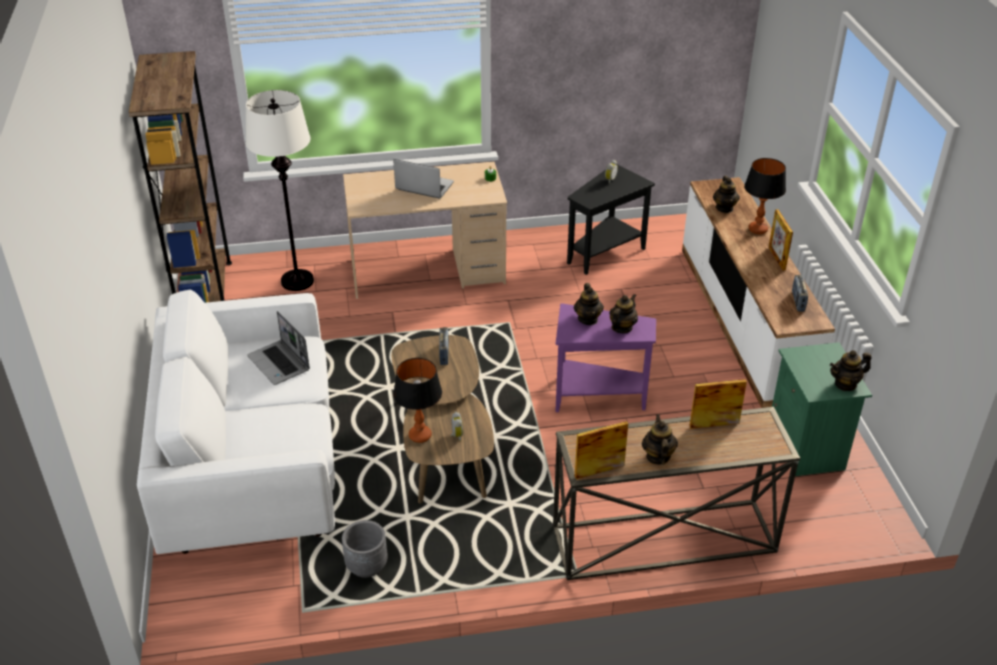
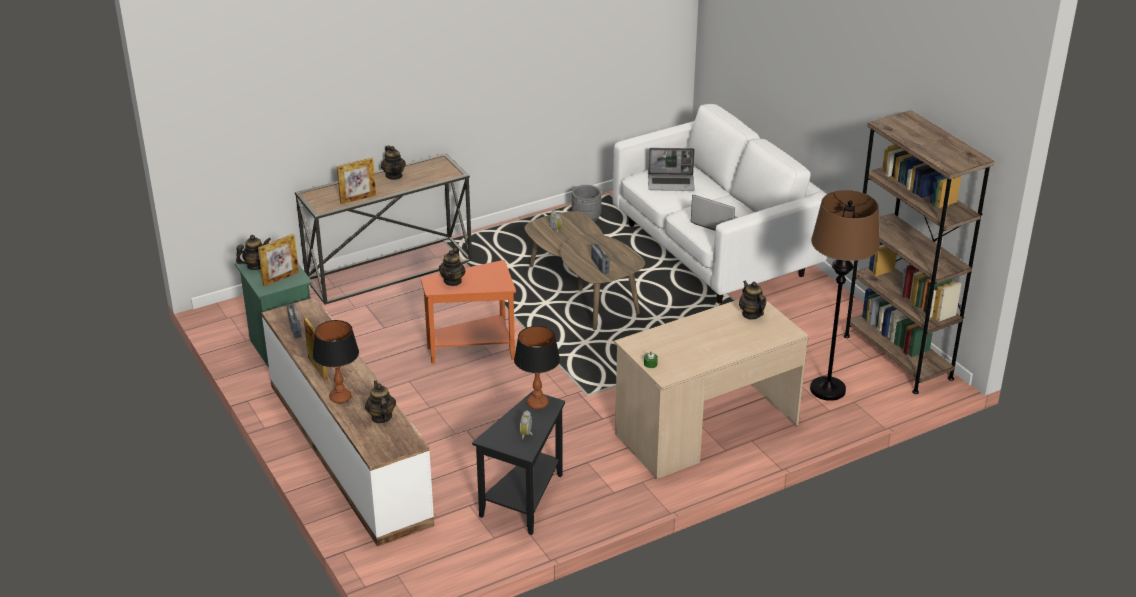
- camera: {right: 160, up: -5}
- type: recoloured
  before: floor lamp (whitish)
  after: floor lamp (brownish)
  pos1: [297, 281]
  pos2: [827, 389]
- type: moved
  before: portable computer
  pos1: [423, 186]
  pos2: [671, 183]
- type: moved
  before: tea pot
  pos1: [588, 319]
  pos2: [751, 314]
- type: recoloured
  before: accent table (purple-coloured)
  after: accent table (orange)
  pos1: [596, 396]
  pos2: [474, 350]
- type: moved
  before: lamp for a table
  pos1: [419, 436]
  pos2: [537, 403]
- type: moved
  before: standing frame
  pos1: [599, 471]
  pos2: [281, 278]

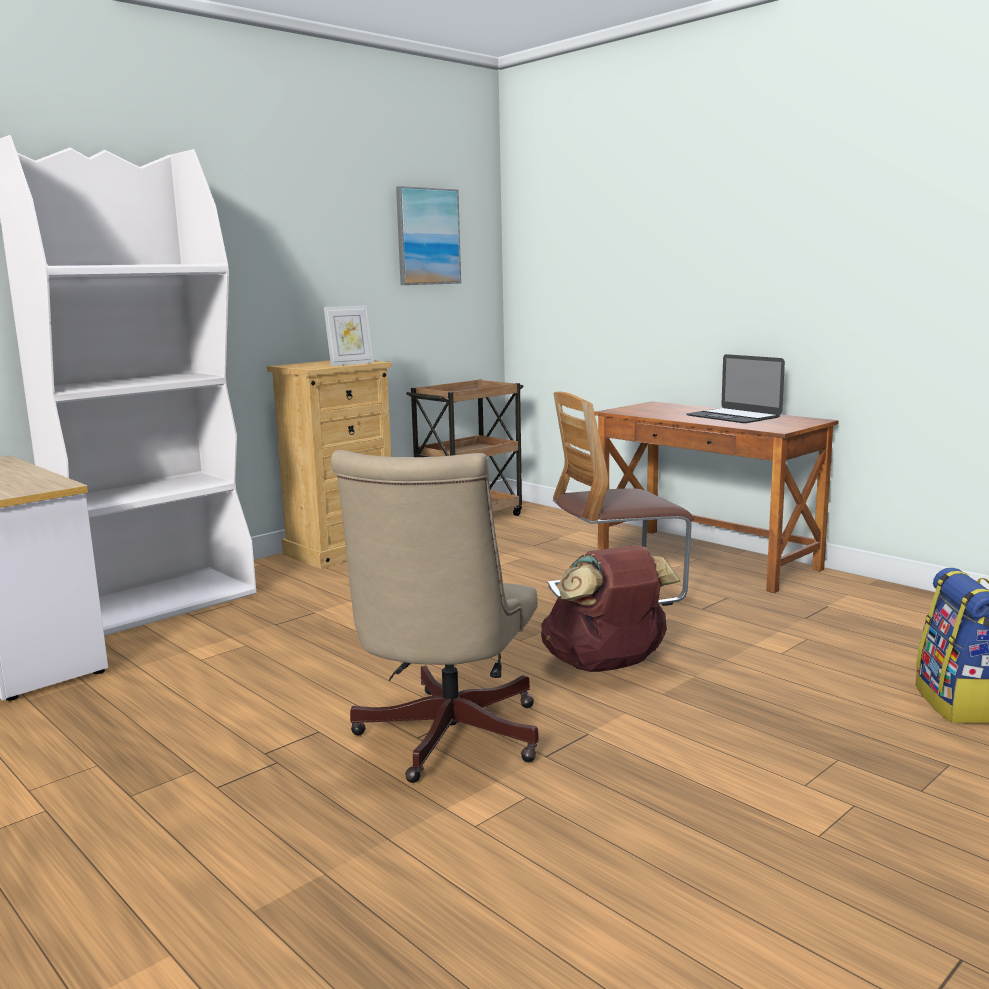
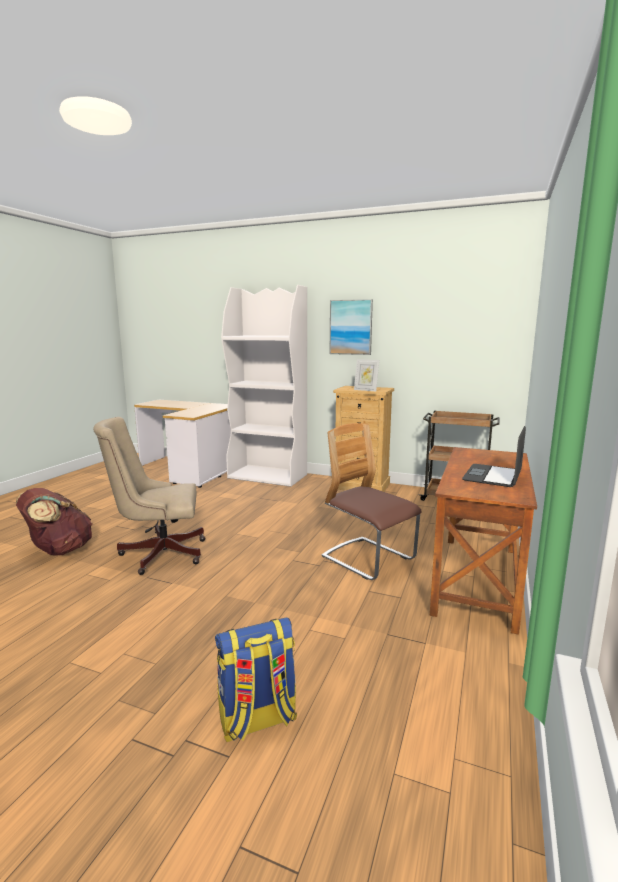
- camera: {right: 65, up: 0}
- type: moved
  before: wall art
  pos1: [427, 236]
  pos2: [351, 327]
- type: moved
  before: backpack (brownish)
  pos1: [606, 666]
  pos2: [59, 550]

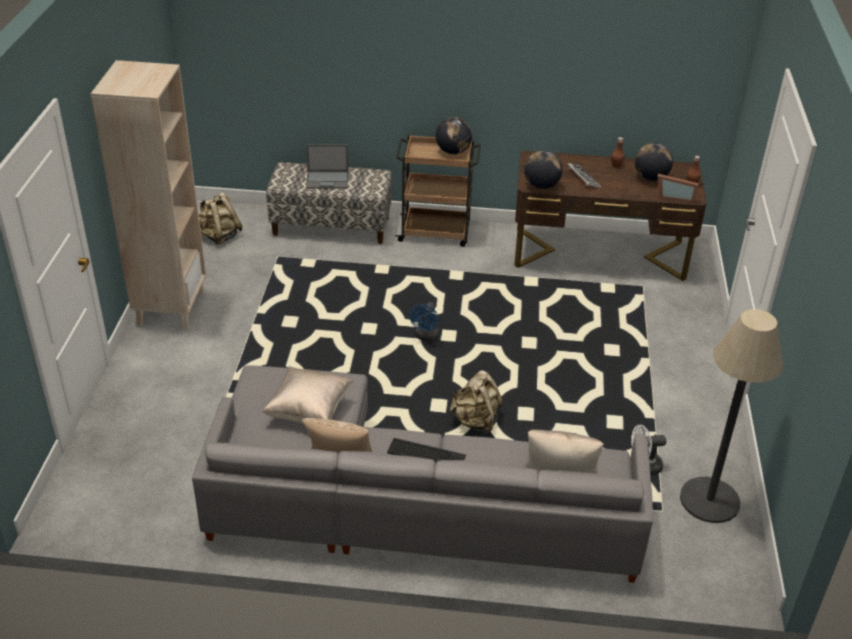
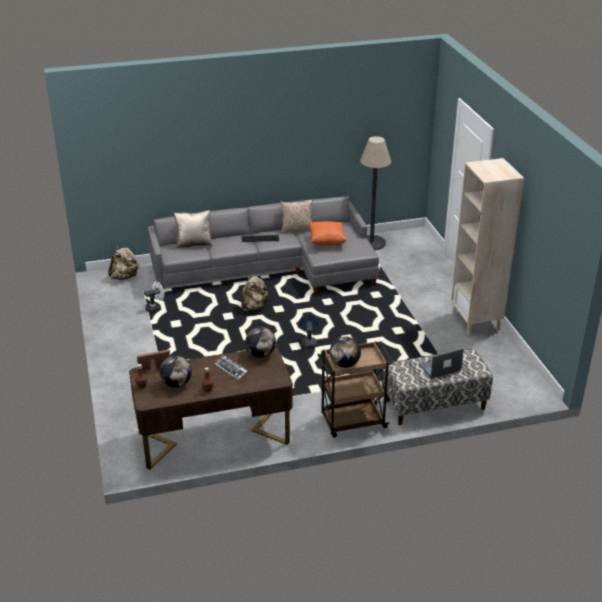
- camera: {right: 160, up: -5}
- type: moved
  before: backpack (sand-coloured)
  pos1: [219, 236]
  pos2: [125, 277]
- type: moved
  before: floor lamp
  pos1: [709, 500]
  pos2: [371, 243]
- type: recoloured
  before: cushion (sand-coloured)
  after: cushion (orange)
  pos1: [309, 411]
  pos2: [327, 241]

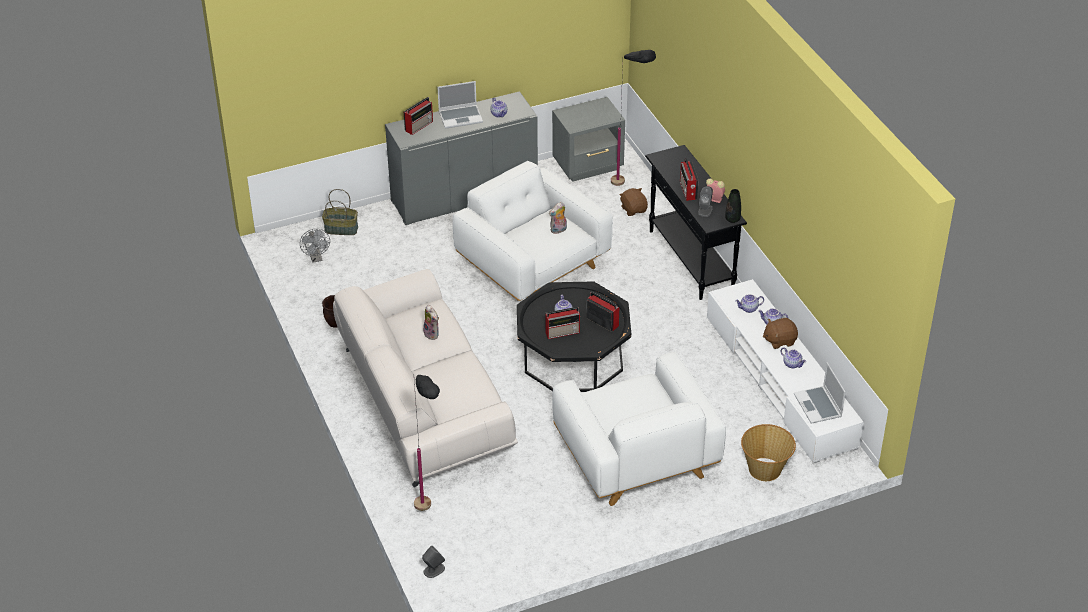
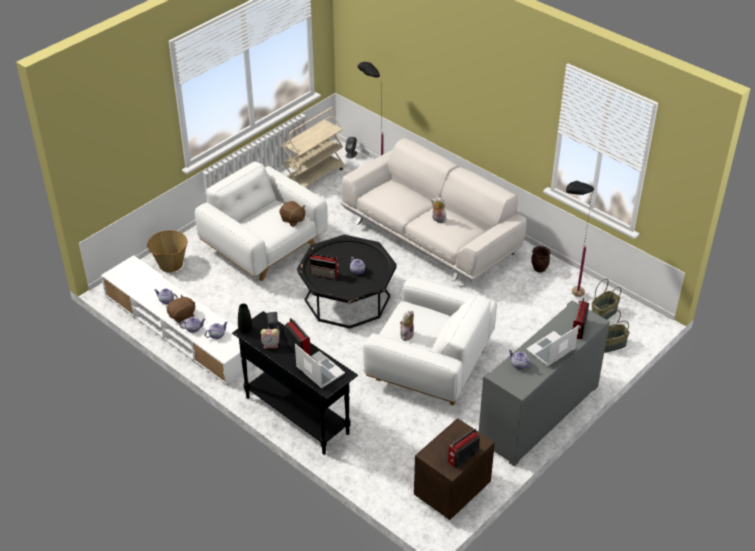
- camera: {right: 155, up: 0}
- type: moved
  before: floor lamp (blackish)
  pos1: [630, 185]
  pos2: [567, 298]
- type: recoloured
  before: bedside table (grey)
  after: bedside table (brownish)
  pos1: [589, 165]
  pos2: [450, 492]
- type: moved
  before: cuddly toy (brownish)
  pos1: [633, 209]
  pos2: [293, 220]
- type: replaced
  before: fan (grey)
  after: household basket
  pos1: [316, 258]
  pos2: [604, 313]
- type: moved
  before: radio receiver
  pos1: [563, 332]
  pos2: [462, 457]
- type: moved
  before: portable computer
  pos1: [818, 406]
  pos2: [319, 370]
- type: added
  after: cart (sand-coloured)
  pos2: [313, 176]

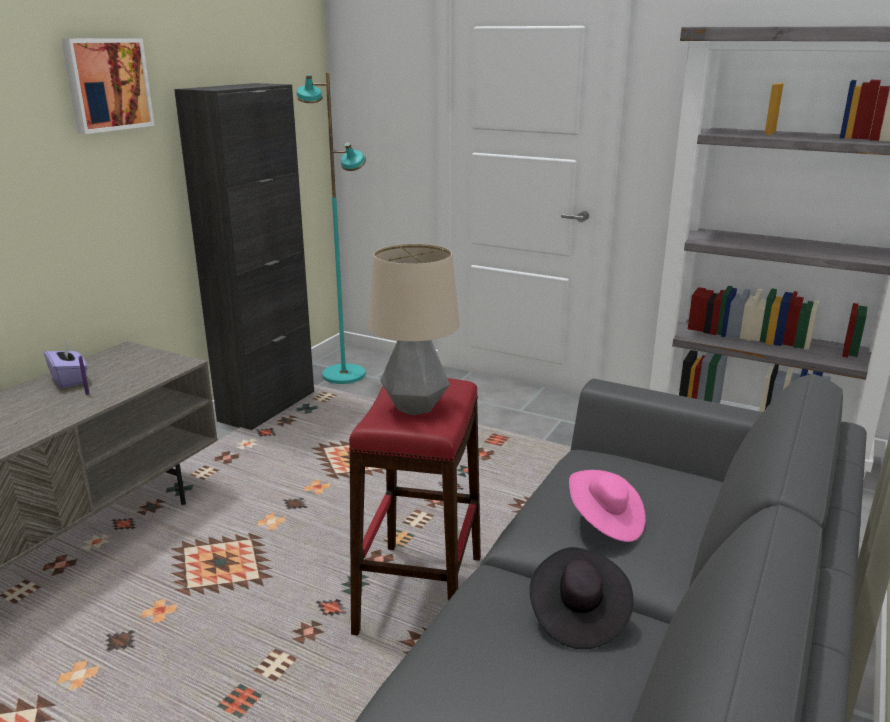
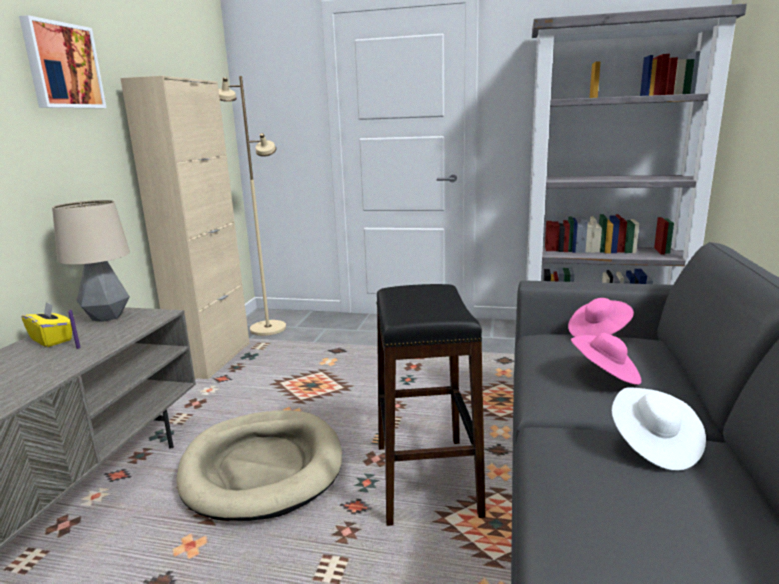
- camera: {right: -15, up: -5}
- type: recoloured
  before: floor lamp (turquoise-coloured)
  after: floor lamp (sand-coloured)
  pos1: [343, 374]
  pos2: [268, 328]
- type: recoloured
  before: storage cabinet (blackish)
  after: storage cabinet (sand-coloured)
  pos1: [267, 406]
  pos2: [213, 360]
- type: moved
  before: lamp for a table
  pos1: [415, 407]
  pos2: [107, 317]
- type: recoloured
  before: box of tissues (purple-coloured)
  after: box of tissues (yellow-coloured)
  pos1: [69, 379]
  pos2: [52, 339]
- type: recoloured
  before: stool (red)
  after: stool (blackish)
  pos1: [420, 593]
  pos2: [426, 479]
- type: recoloured
  before: hat (blackish)
  after: hat (whitish)
  pos1: [577, 616]
  pos2: [653, 445]
- type: added
  after: hat (pinkish)
  pos2: [598, 333]
- type: added
  after: pet bed (sand-coloured)
  pos2: [263, 467]

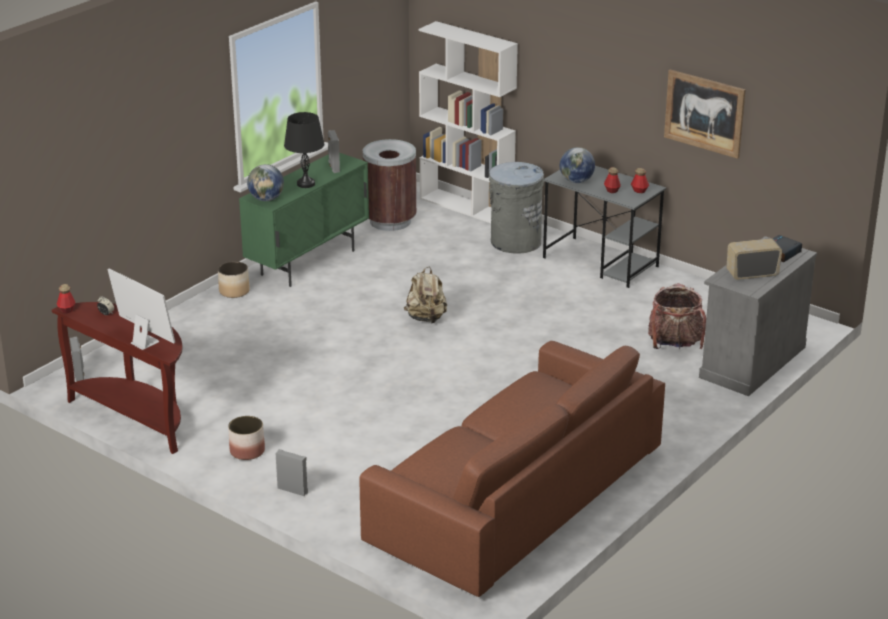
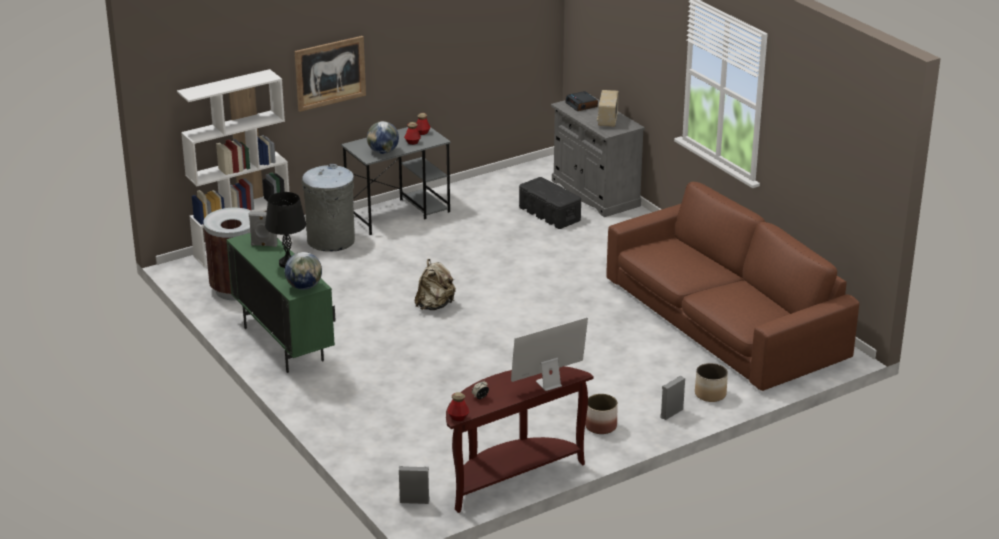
- camera: {right: -70, up: 0}
- type: moved
  before: wall art
  pos1: [704, 113]
  pos2: [330, 73]
- type: moved
  before: planter
  pos1: [234, 291]
  pos2: [710, 394]
- type: replaced
  before: backpack
  after: storage bin (blackish)
  pos1: [675, 343]
  pos2: [550, 214]

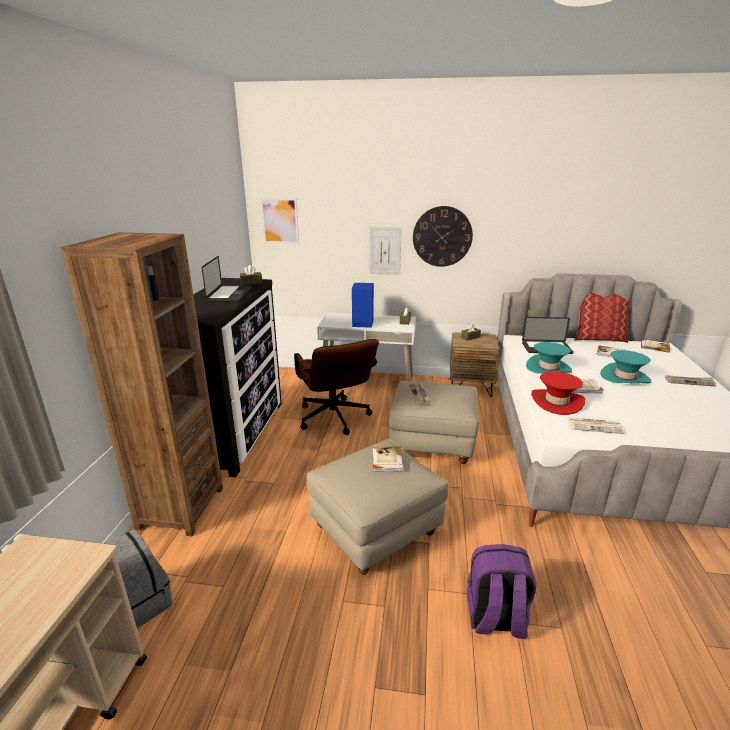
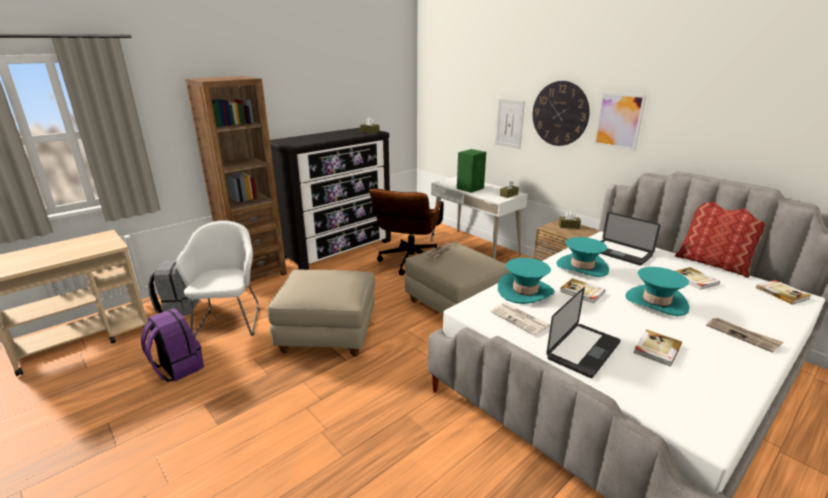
- camera: {right: 40, up: 0}
- type: moved
  before: wall art
  pos1: [280, 221]
  pos2: [618, 121]
- type: moved
  before: portable computer
  pos1: [229, 295]
  pos2: [583, 350]
- type: recoloured
  before: loudspeaker (blue-coloured)
  after: loudspeaker (green)
  pos1: [363, 323]
  pos2: [470, 188]
- type: recoloured
  before: hat (red)
  after: hat (turquoise-coloured)
  pos1: [556, 402]
  pos2: [525, 291]
- type: moved
  before: bound book
  pos1: [386, 460]
  pos2: [656, 349]
- type: moved
  before: backpack (purple-coloured)
  pos1: [495, 618]
  pos2: [177, 368]
- type: added
  after: lounge chair (whitish)
  pos2: [229, 321]

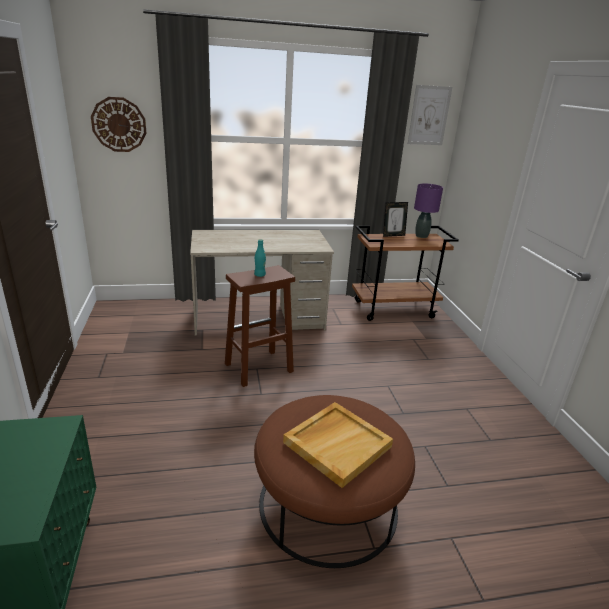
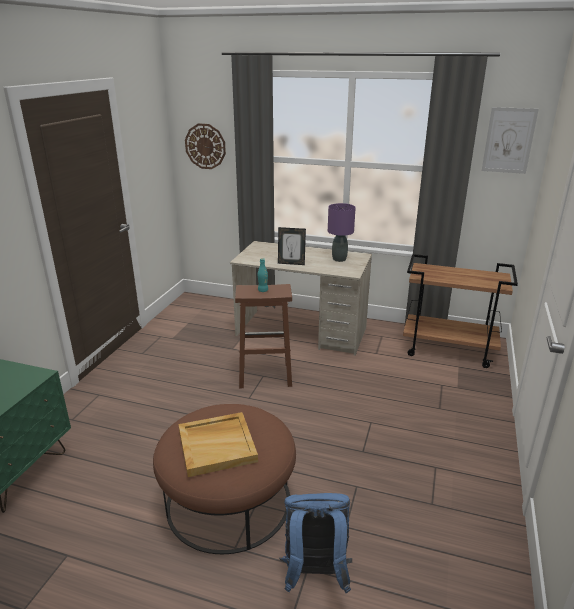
- camera: {right: 30, up: 0}
- type: moved
  before: lamp for a table (purple-coloured)
  pos1: [421, 236]
  pos2: [339, 259]
- type: moved
  before: standing frame
  pos1: [393, 235]
  pos2: [291, 263]
- type: added
  after: backpack (blue-coloured)
  pos2: [314, 574]

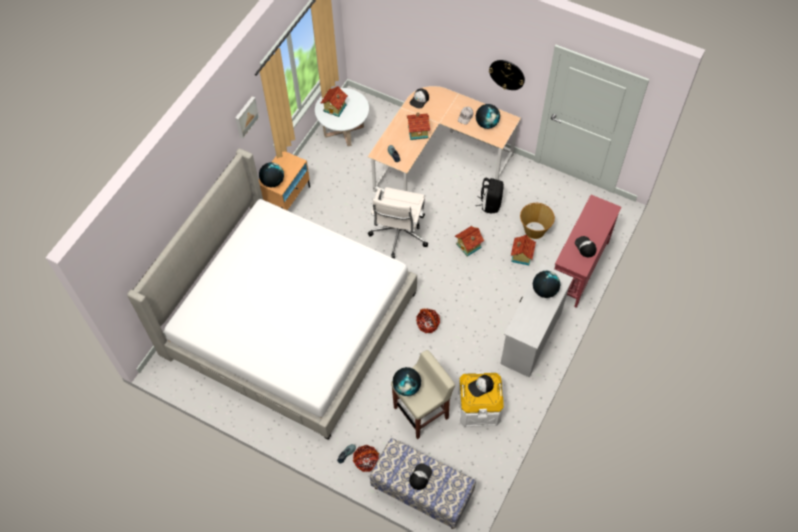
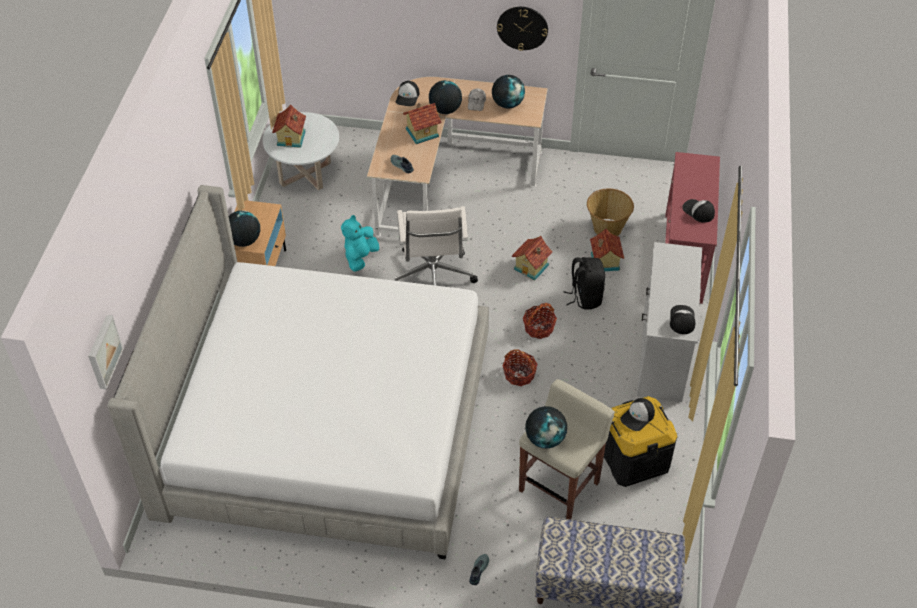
- camera: {right: -20, up: -10}
- type: moved
  before: wall art
  pos1: [245, 116]
  pos2: [103, 351]
- type: moved
  before: backpack (blackish)
  pos1: [490, 204]
  pos2: [585, 297]
- type: moved
  before: world globe
  pos1: [544, 290]
  pos2: [445, 110]
- type: recoloured
  before: storage bin (whitish)
  after: storage bin (blackish)
  pos1: [479, 407]
  pos2: [633, 457]
- type: moved
  before: household basket
  pos1: [366, 461]
  pos2: [539, 328]
- type: moved
  before: baseball cap
  pos1: [420, 476]
  pos2: [682, 320]
- type: added
  after: cuddly toy (turquoise-coloured)
  pos2: [360, 257]

